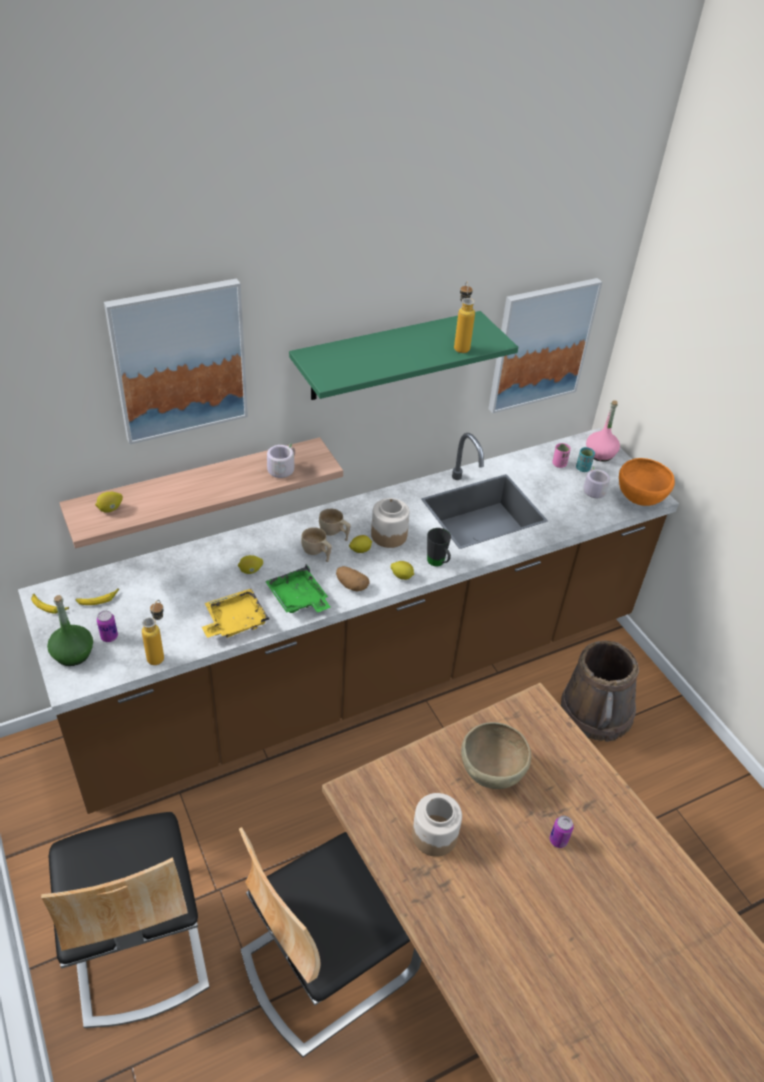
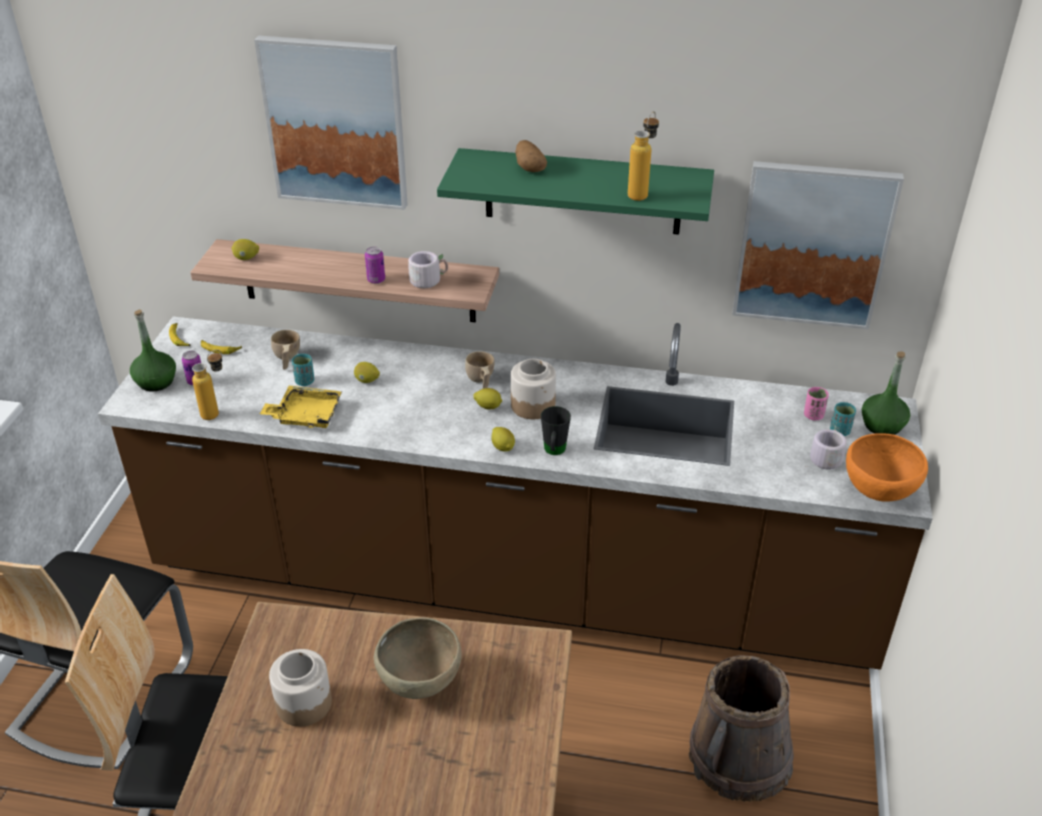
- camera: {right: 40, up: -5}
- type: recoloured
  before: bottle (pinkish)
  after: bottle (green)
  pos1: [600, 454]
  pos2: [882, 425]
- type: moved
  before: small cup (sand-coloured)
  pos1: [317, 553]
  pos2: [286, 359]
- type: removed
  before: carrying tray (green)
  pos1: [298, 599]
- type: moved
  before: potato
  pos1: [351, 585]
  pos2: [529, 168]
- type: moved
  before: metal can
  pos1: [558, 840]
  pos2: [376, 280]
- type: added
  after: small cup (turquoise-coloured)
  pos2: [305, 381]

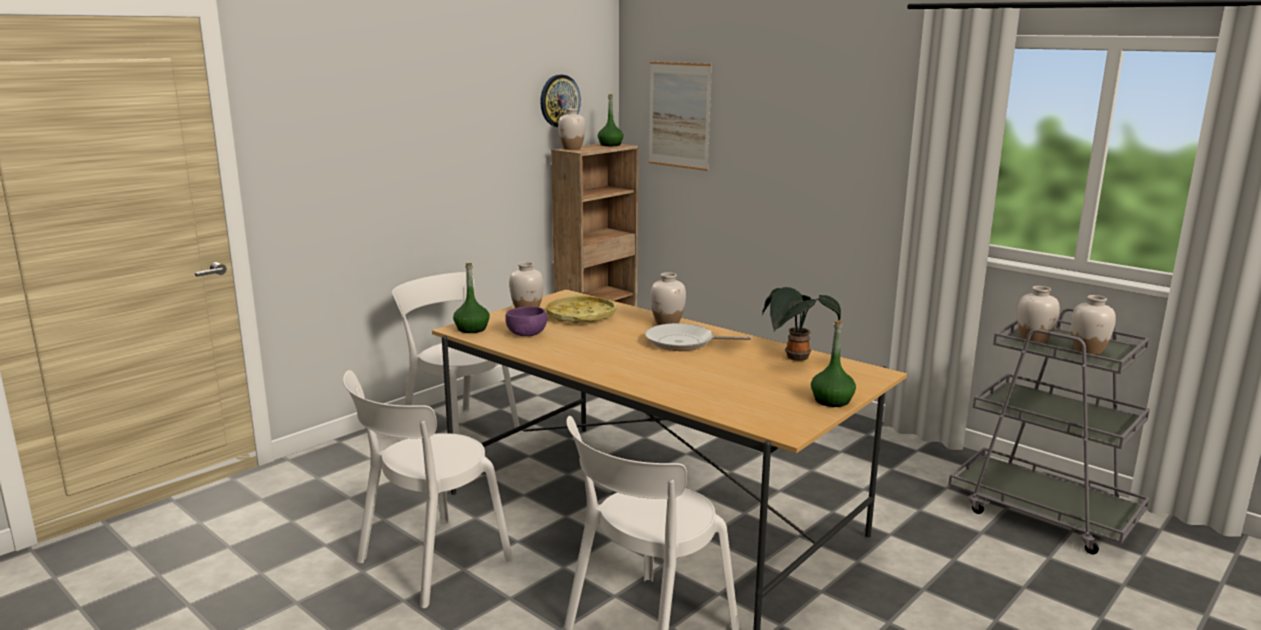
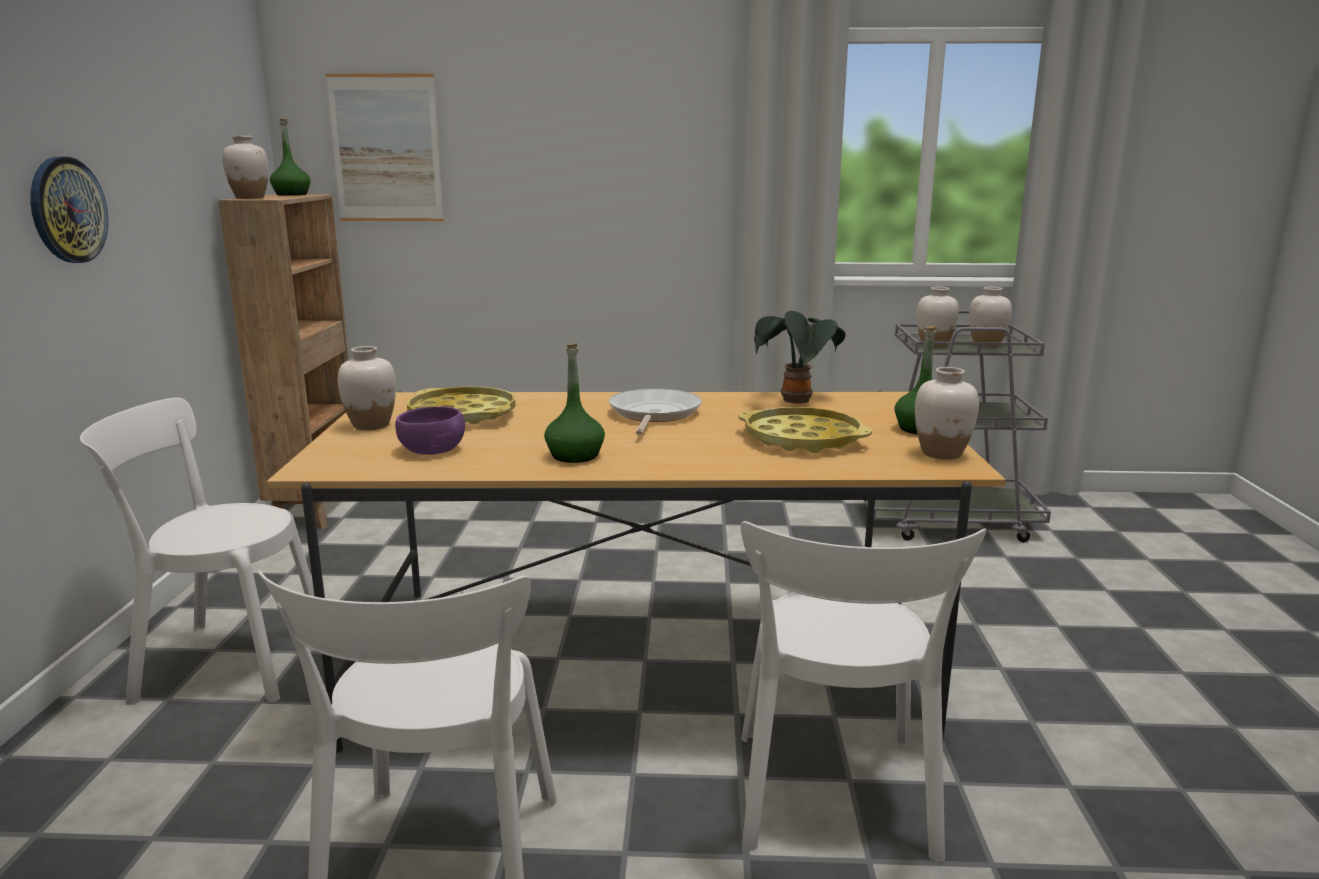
- camera: {right: -40, up: 0}
- type: moved
  before: clock on the wall
  pos1: [559, 101]
  pos2: [67, 210]
- type: moved
  before: bottle (green)
  pos1: [471, 329]
  pos2: [574, 456]
- type: moved
  before: decorative vase (whitish)
  pos1: [667, 323]
  pos2: [941, 453]
- type: turned
  before: frying pan
  pos1: [684, 343]
  pos2: [653, 414]
  turn: 135
- type: added
  after: carrying tray (yellow-coloured)
  pos2: [802, 439]

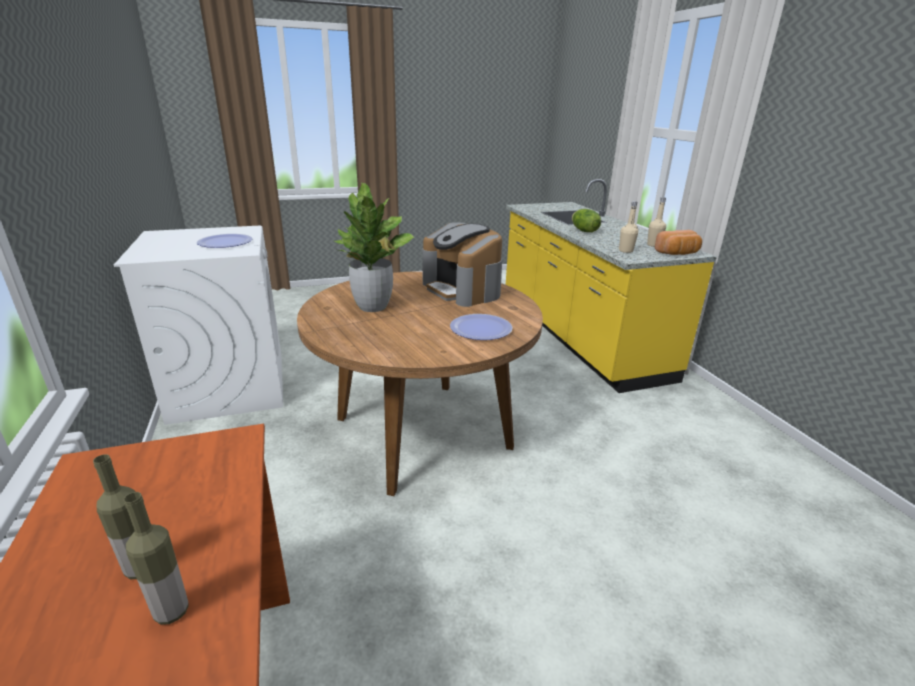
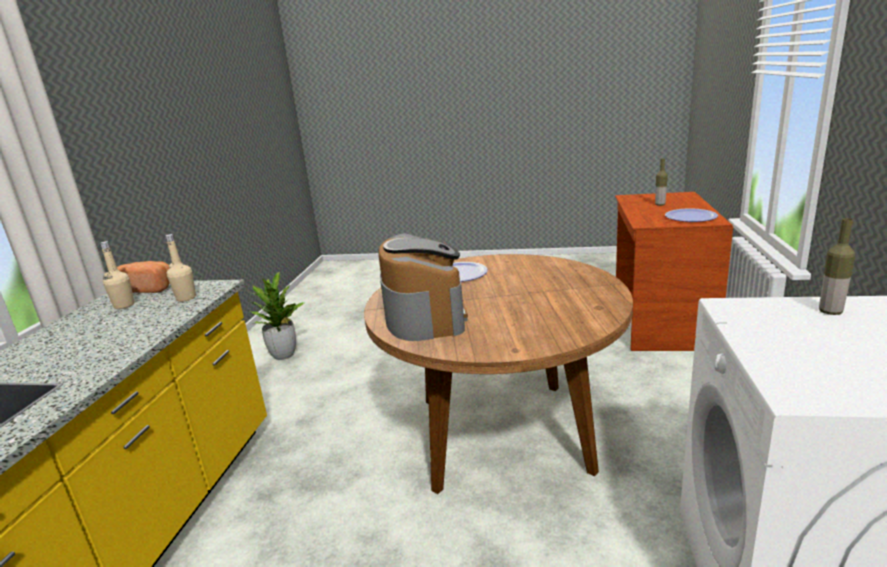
- camera: {right: -150, up: -5}
- type: moved
  before: potted plant
  pos1: [373, 307]
  pos2: [283, 355]
- type: removed
  before: lettuce
  pos1: [583, 231]
- type: moved
  before: plate
  pos1: [225, 242]
  pos2: [690, 217]
- type: moved
  before: bottle
  pos1: [172, 612]
  pos2: [830, 312]

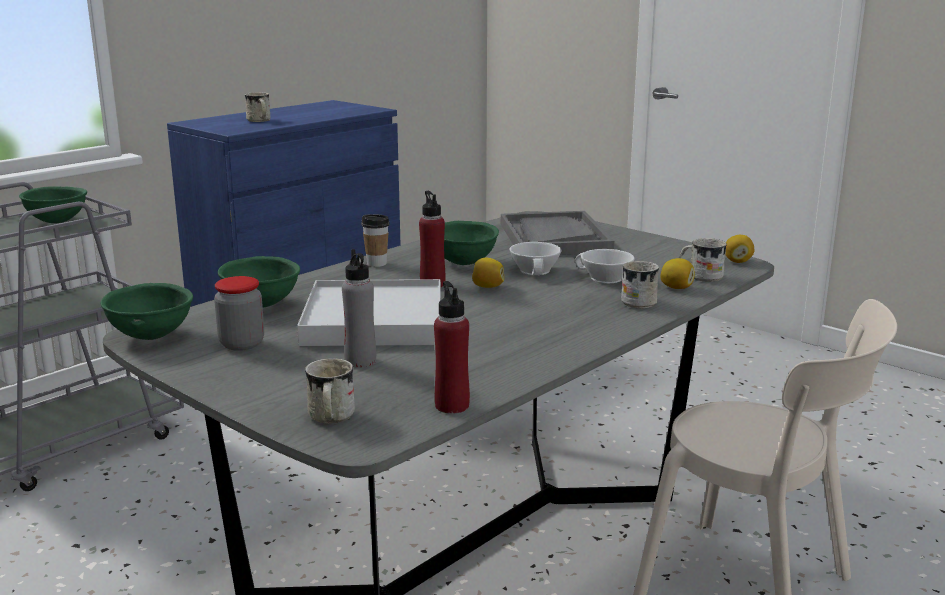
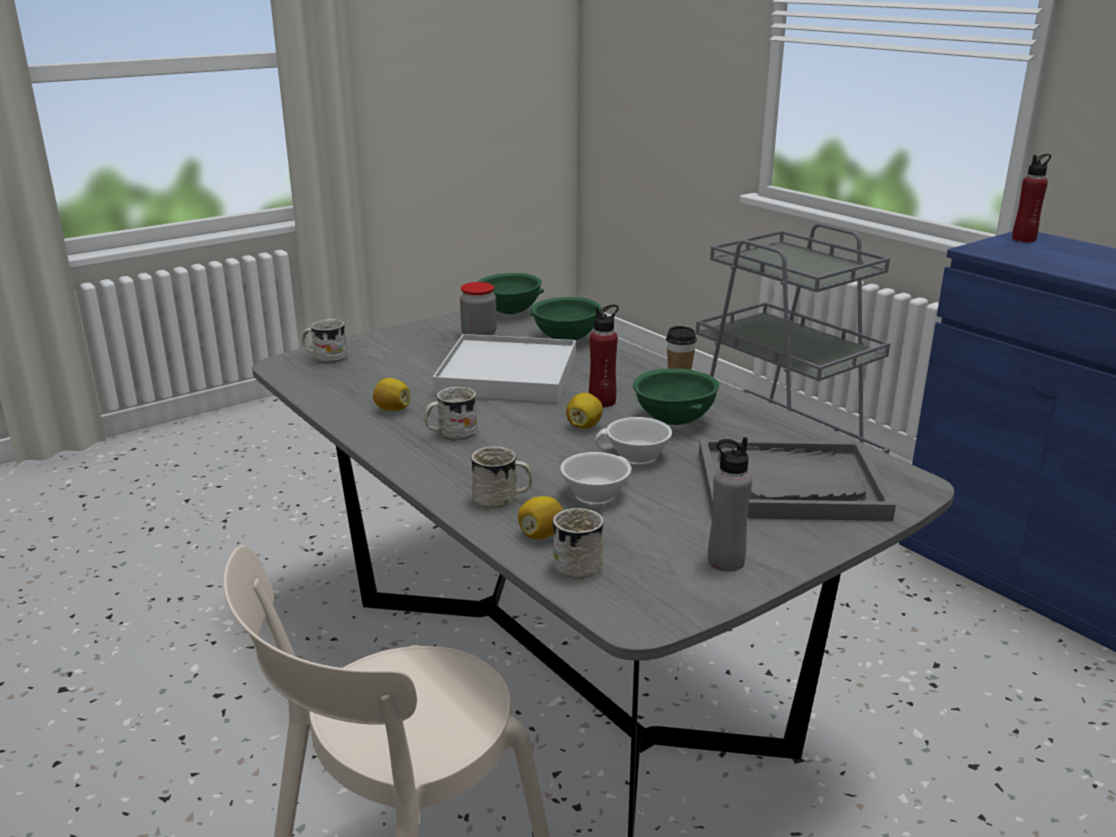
- camera: {right: 100, up: 5}
- type: moved
  before: coffee mug (whitish)
  pos1: [259, 121]
  pos2: [451, 434]
- type: removed
  before: serving bowl (green)
  pos1: [58, 221]
- type: moved
  before: citrus fruit
  pos1: [737, 261]
  pos2: [392, 409]
- type: moved
  before: bottle (grey)
  pos1: [360, 361]
  pos2: [725, 561]
- type: moved
  before: bottle (red)
  pos1: [452, 405]
  pos2: [1024, 239]

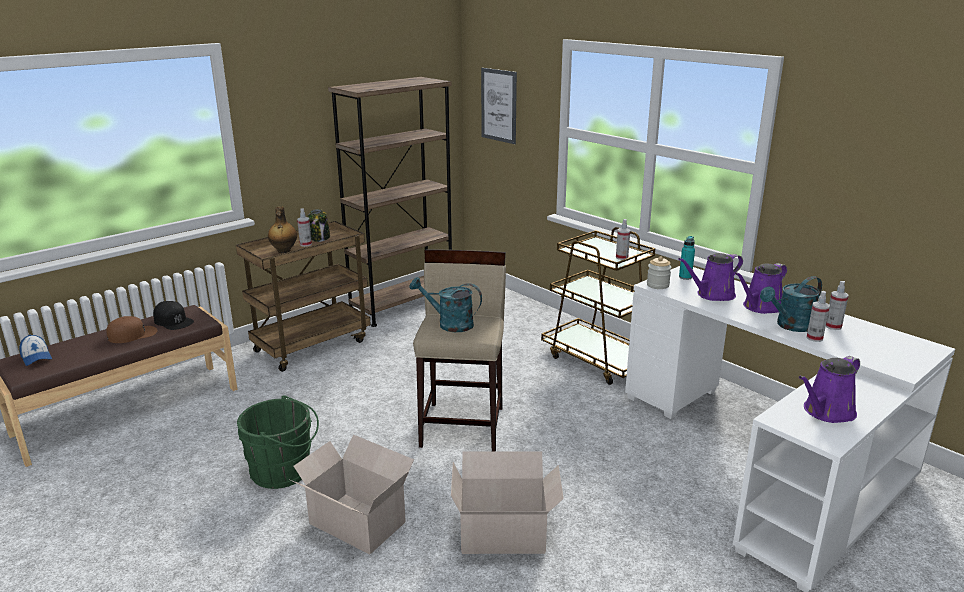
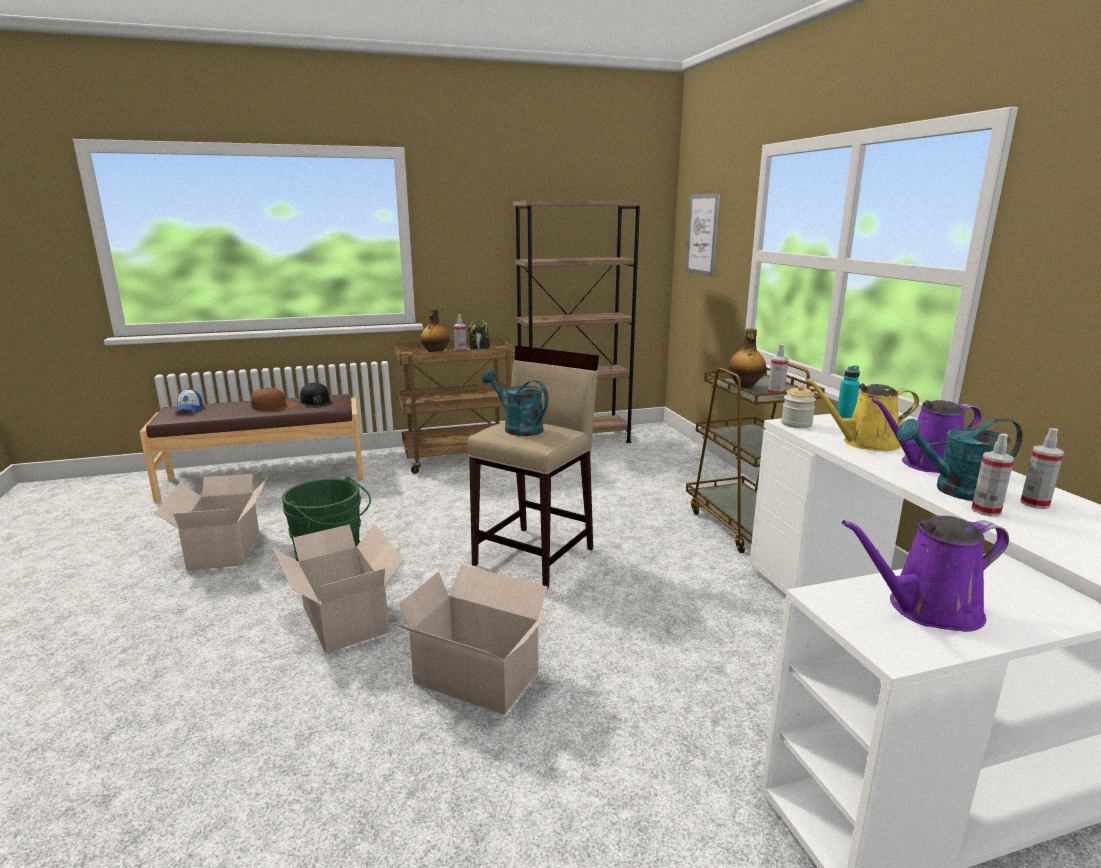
- camera: {right: 25, up: -5}
- type: recoloured
  before: watering can (purple-coloured)
  after: watering can (yellow-coloured)
  pos1: [712, 295]
  pos2: [865, 443]
- type: added
  after: bottle
  pos2: [744, 387]
- type: added
  after: packing box
  pos2: [226, 548]

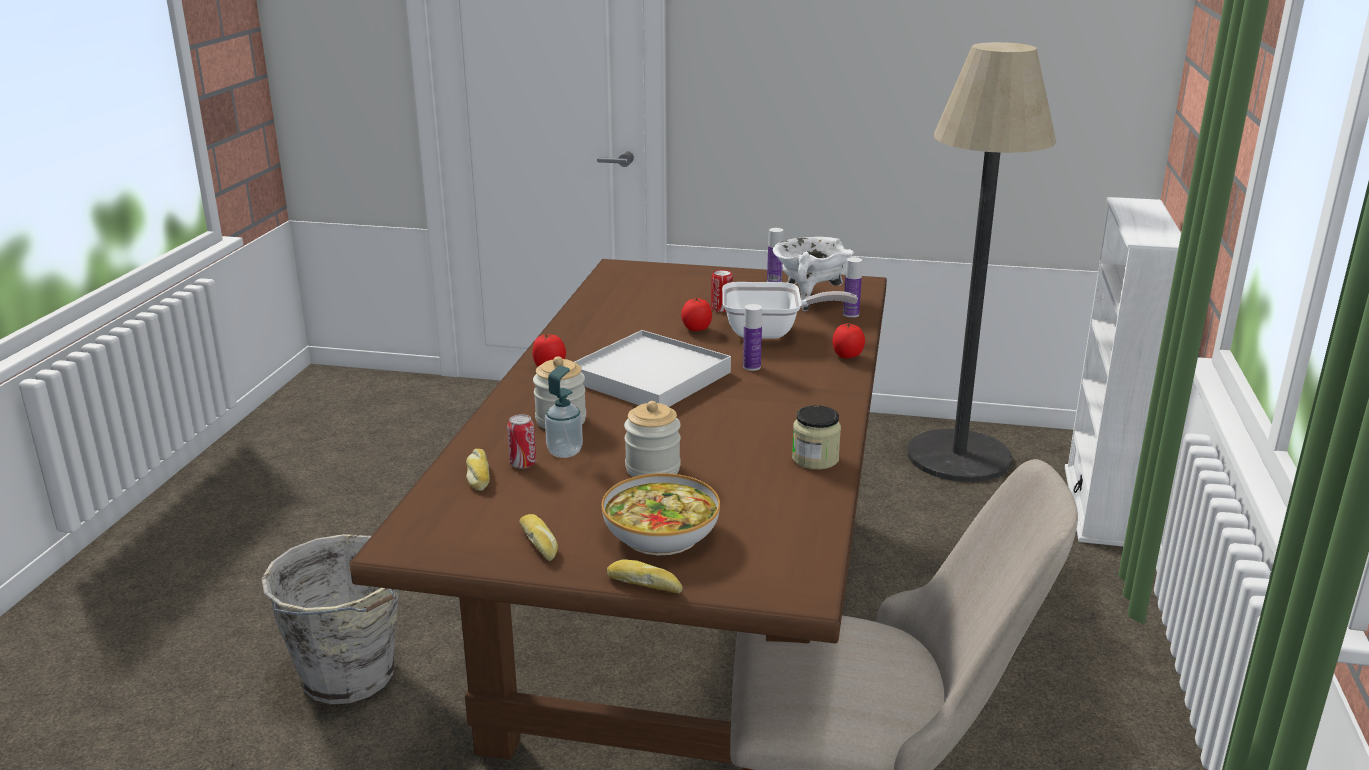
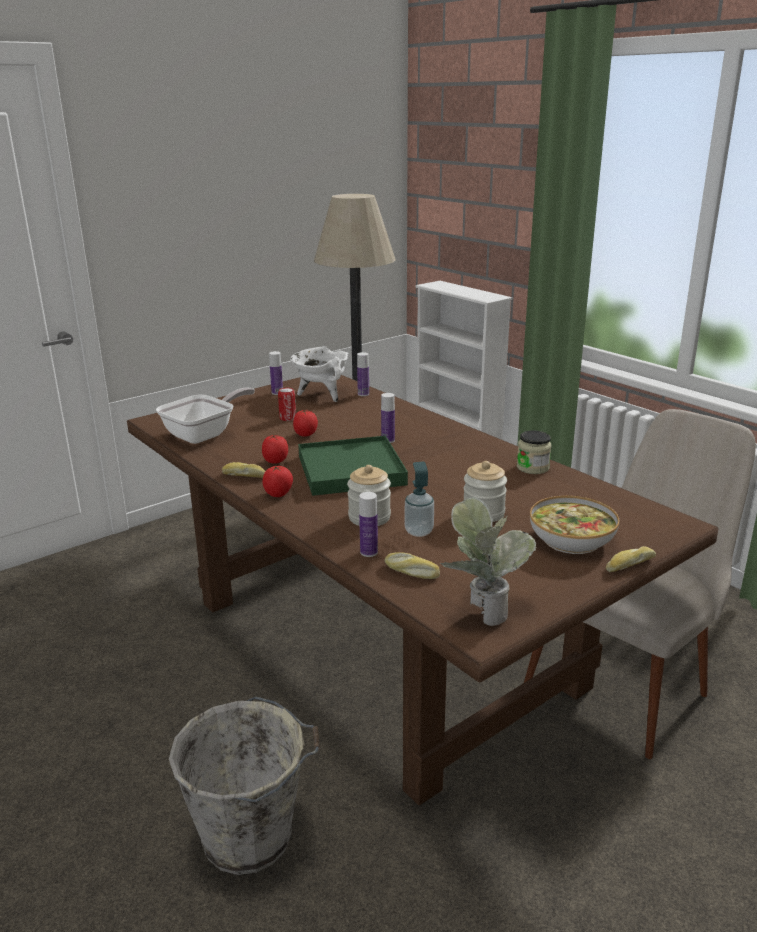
- camera: {right: -50, up: 0}
- type: moved
  before: frying pan
  pos1: [770, 332]
  pos2: [205, 434]
- type: moved
  before: fresh tomato
  pos1: [847, 357]
  pos2: [276, 462]
- type: recoloured
  before: carrying tray (whitish)
  after: carrying tray (green)
  pos1: [650, 376]
  pos2: [350, 470]
- type: removed
  before: metal can
  pos1: [523, 464]
- type: moved
  before: bread
  pos1: [540, 543]
  pos2: [245, 476]
- type: added
  after: bottle
  pos2: [369, 552]
- type: added
  after: potted plant
  pos2: [482, 610]

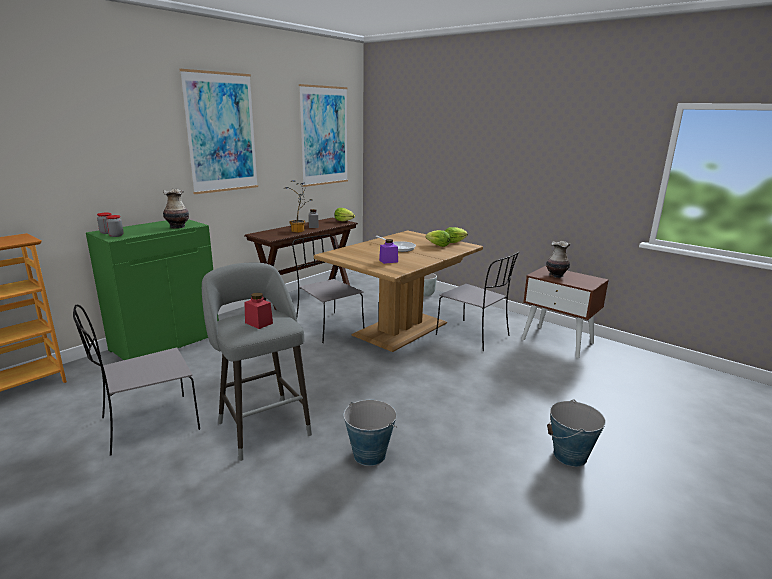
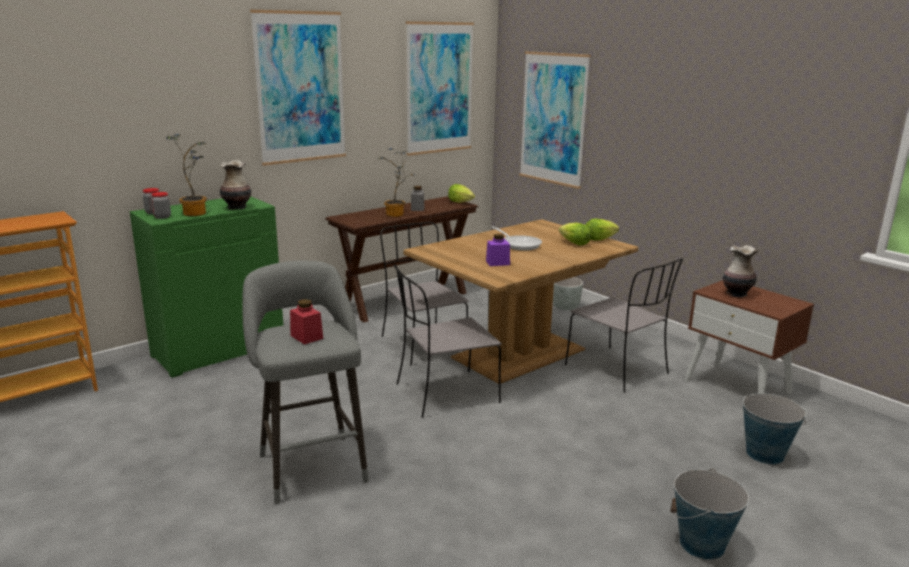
- camera: {right: 10, up: 0}
- type: moved
  before: chair (grey)
  pos1: [147, 424]
  pos2: [444, 394]
- type: moved
  before: water bucket
  pos1: [369, 455]
  pos2: [764, 454]
- type: added
  after: wall art
  pos2: [553, 119]
- type: added
  after: potted plant
  pos2: [196, 212]

